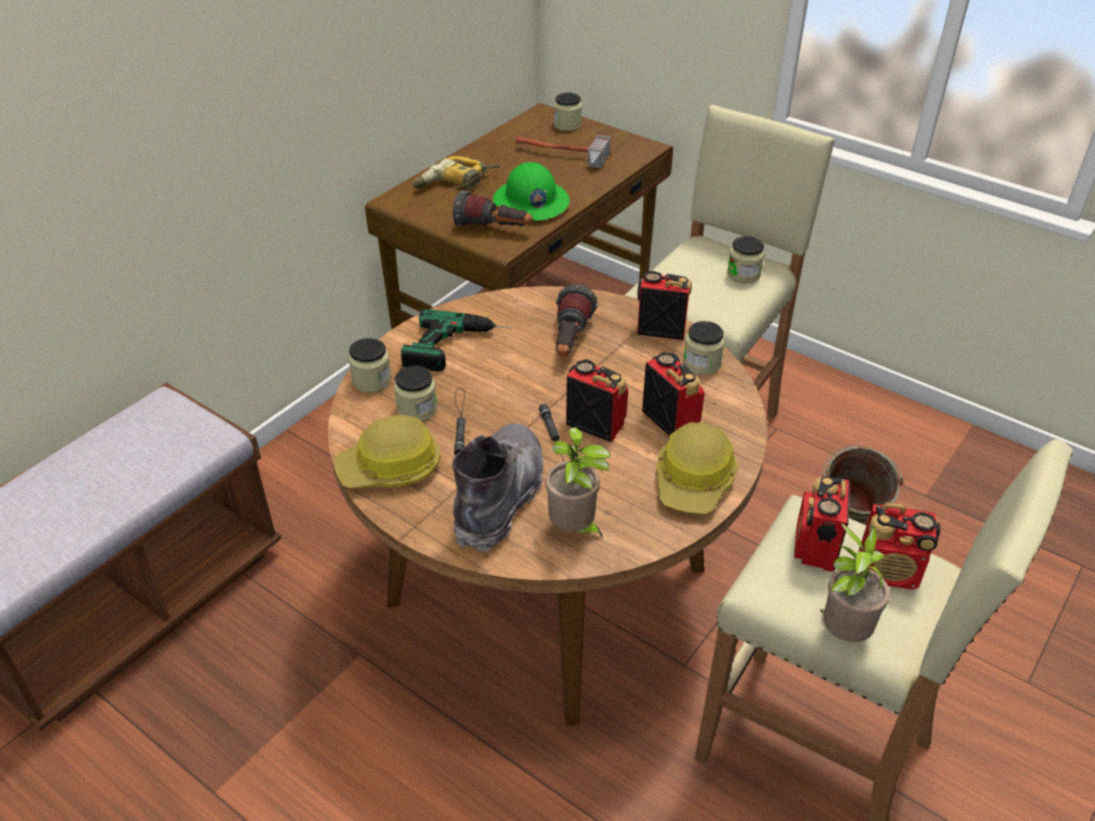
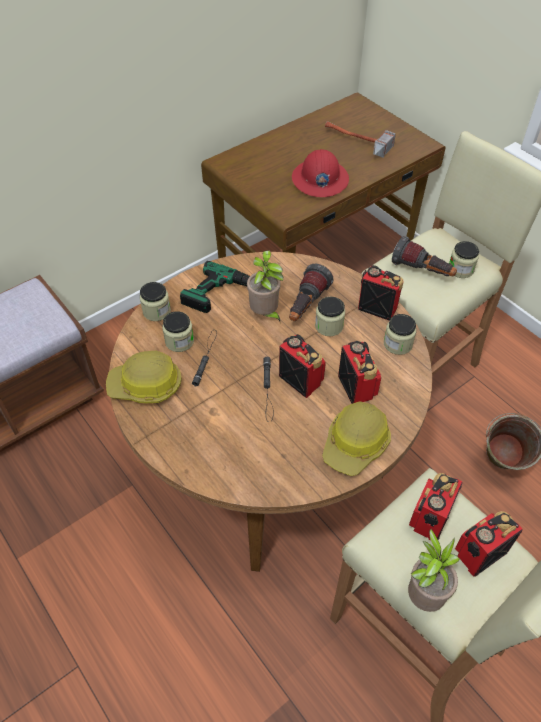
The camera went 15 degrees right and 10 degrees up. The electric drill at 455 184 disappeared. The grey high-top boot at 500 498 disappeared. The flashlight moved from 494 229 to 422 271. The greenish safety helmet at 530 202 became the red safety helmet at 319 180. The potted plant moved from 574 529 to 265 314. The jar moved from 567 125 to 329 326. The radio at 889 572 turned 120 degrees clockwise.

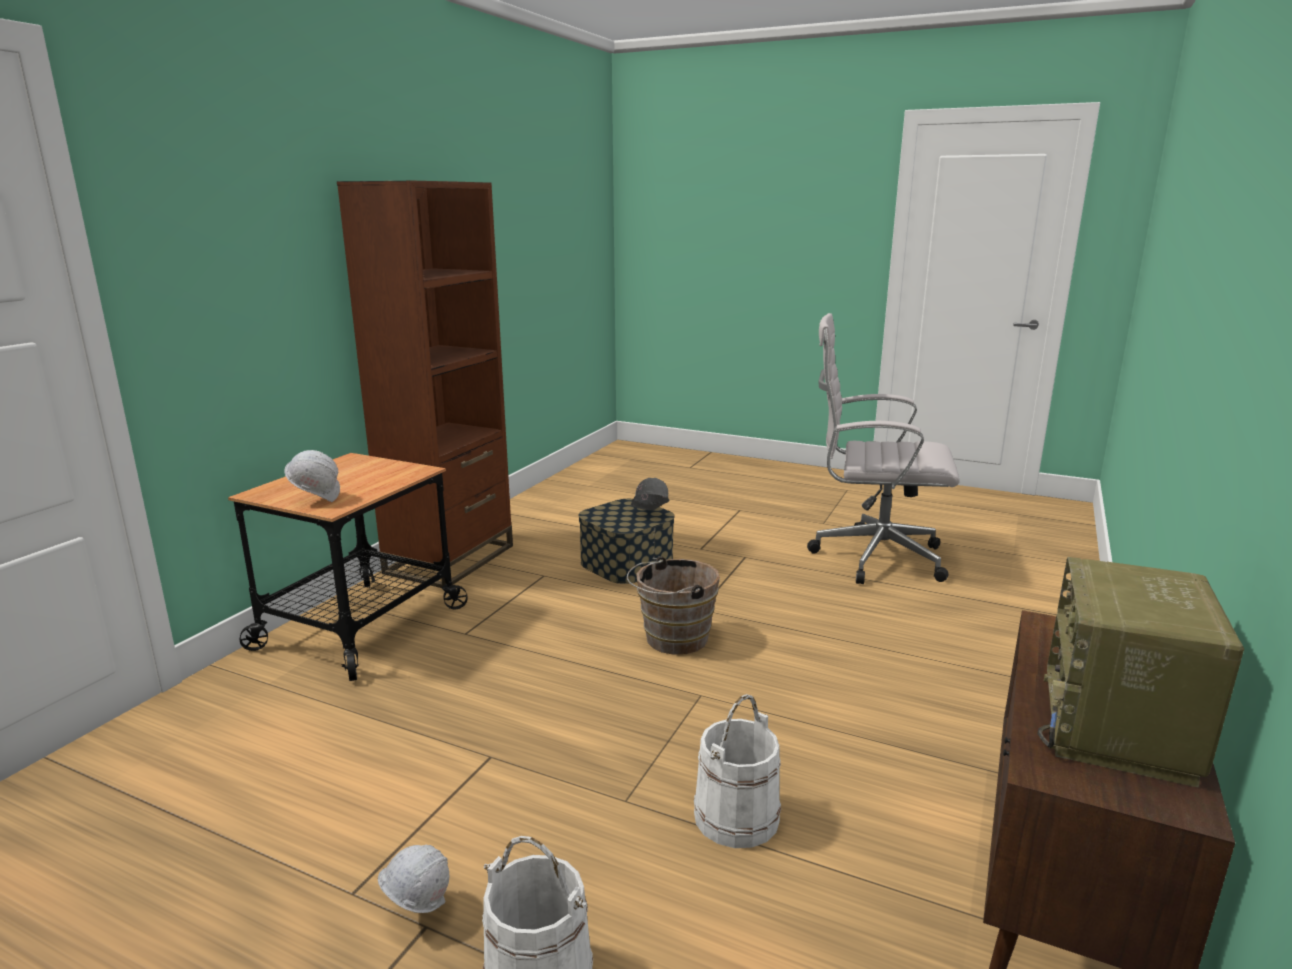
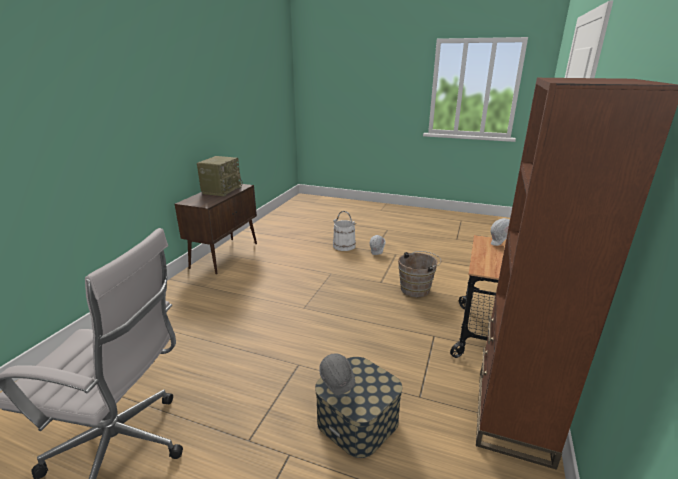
The camera went 175 degrees right and 5 degrees up. The brown water bucket moved from 671 639 to 417 289. The white-coloured water bucket at 736 816 disappeared.

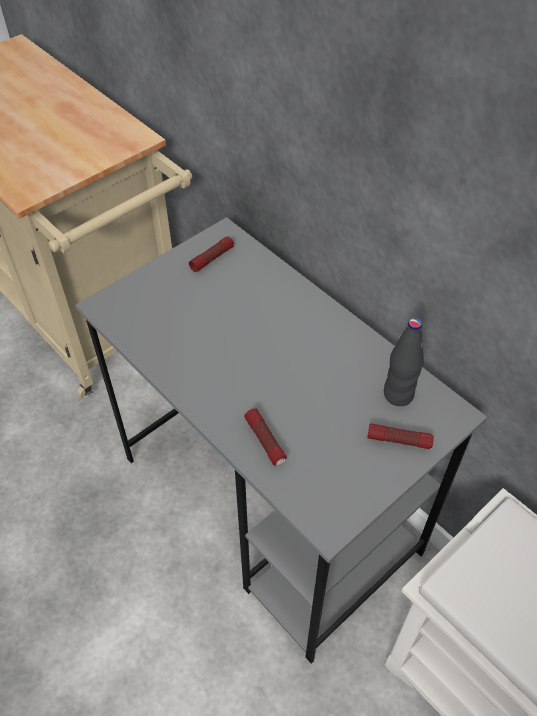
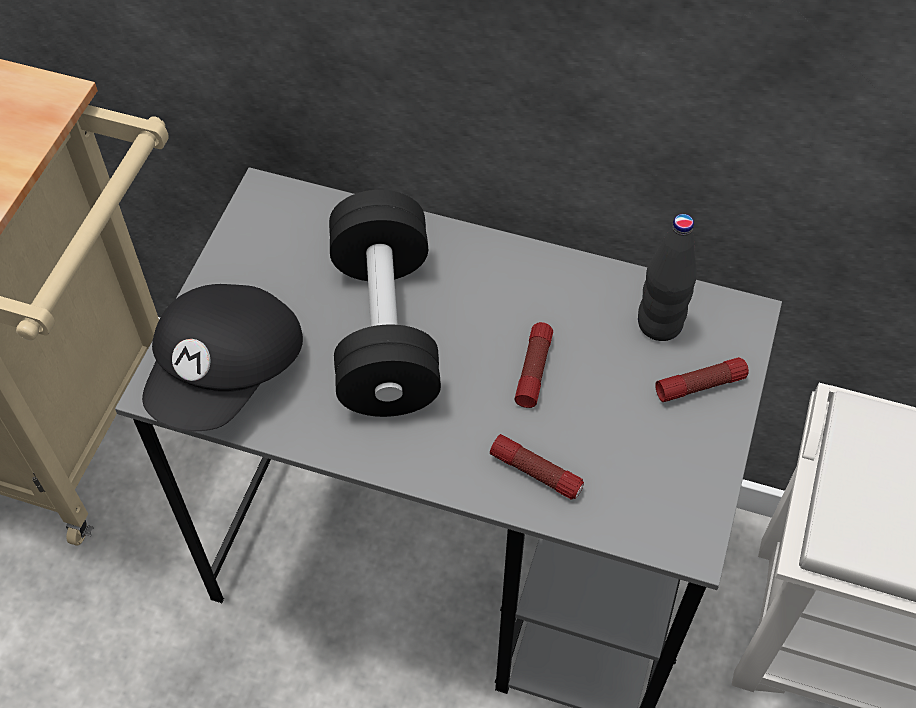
The camera went 30 degrees left and 5 degrees up. The flashlight moved from 212 258 to 533 370. The black baseball cap at 229 374 appeared. The black free weight at 385 330 appeared.

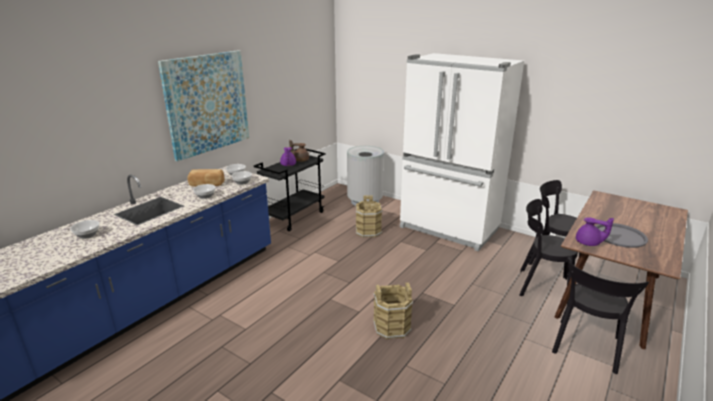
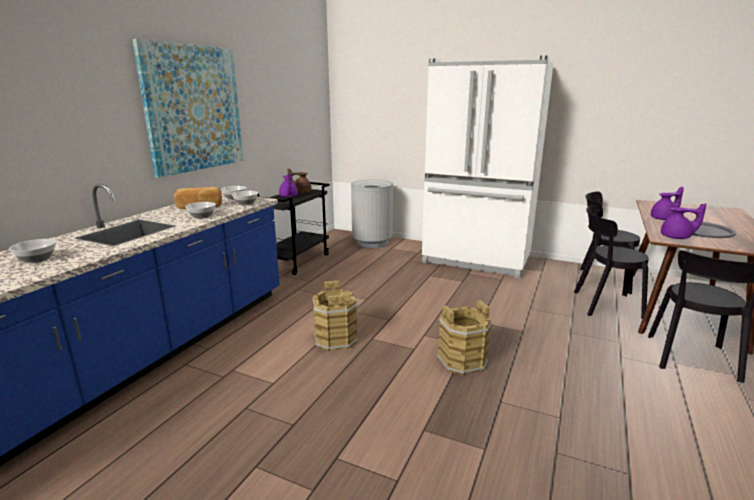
The camera went 10 degrees left and 5 degrees down. The brown water bucket moved from 368 231 to 336 339. The purplish teapot at 664 219 appeared.

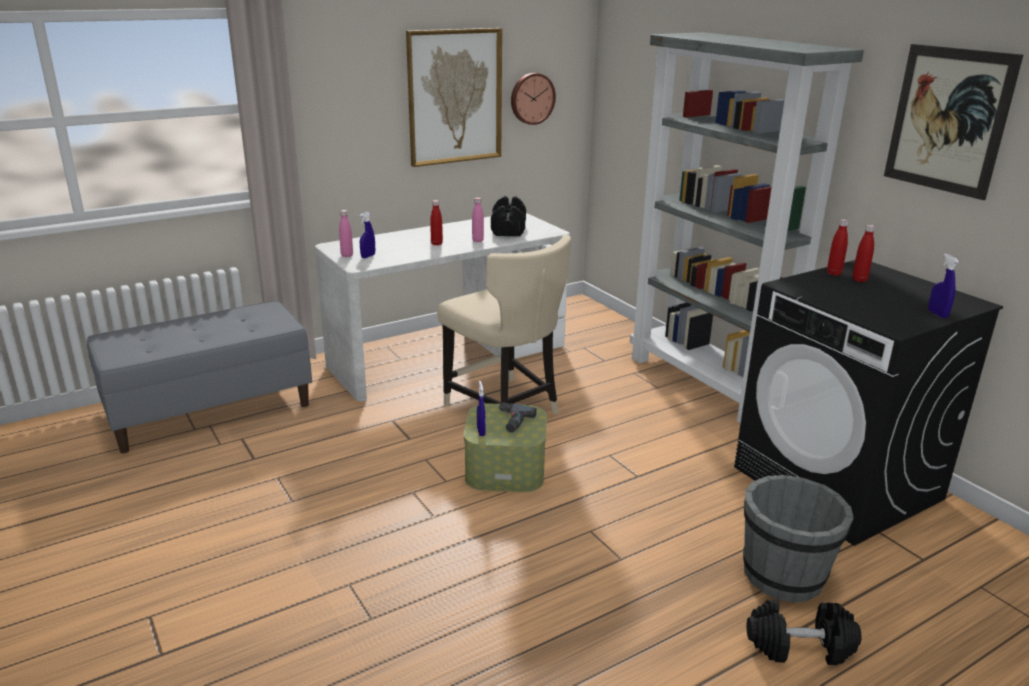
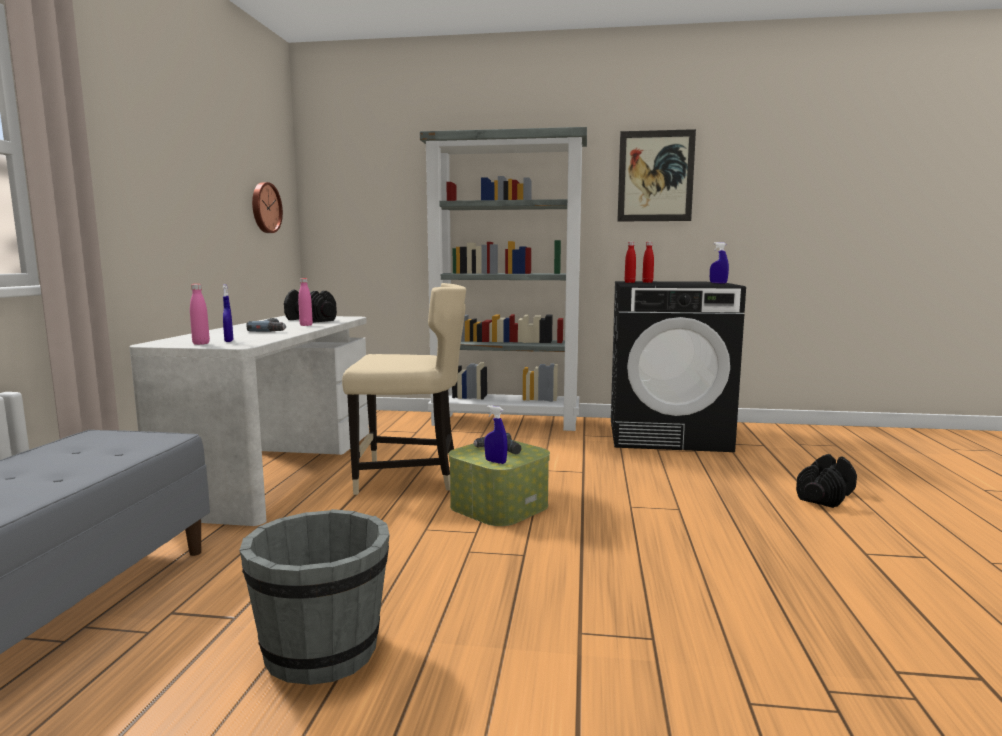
The camera went 50 degrees left and 15 degrees down. The wall art at 454 97 disappeared. The red bottle at 436 244 was replaced by the electric drill at 273 330. The grey water bucket moved from 784 575 to 323 650.

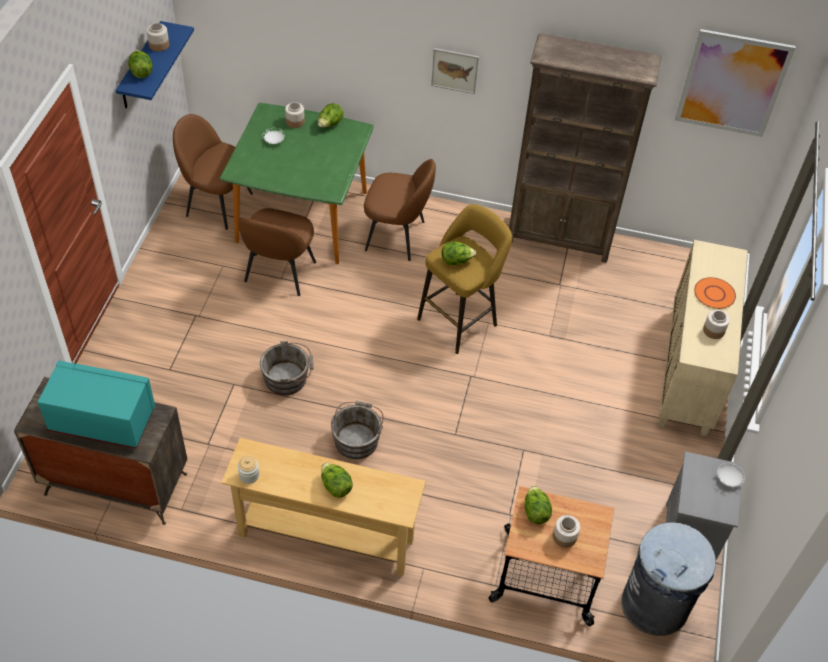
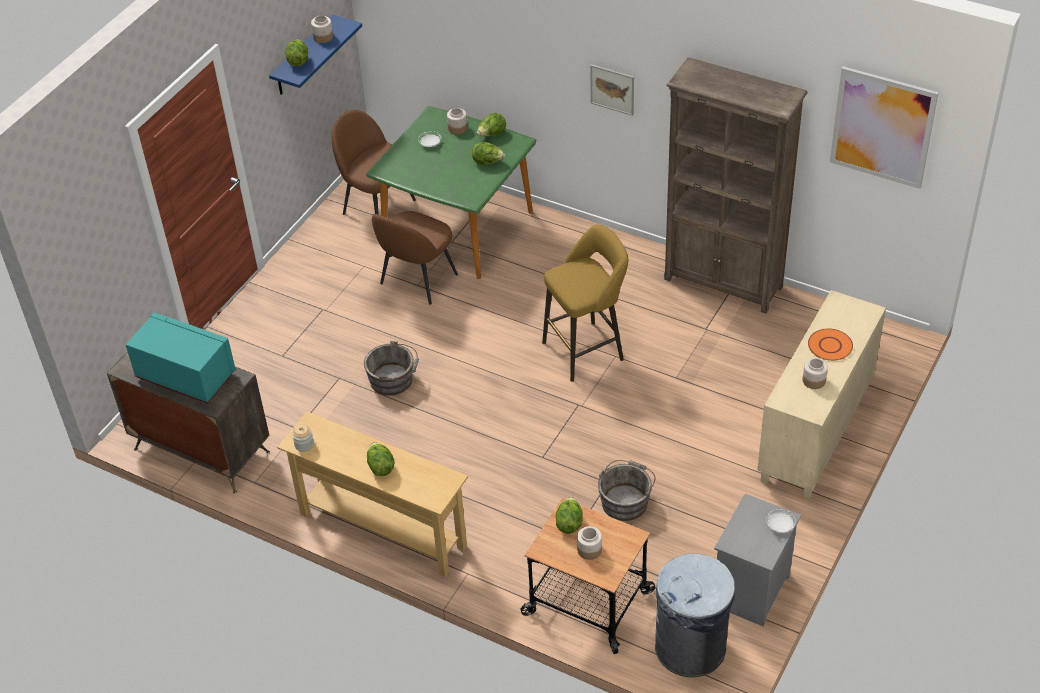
The camera went 20 degrees right and 5 degrees down. The grey water bucket moved from 357 438 to 625 500. The brown upright chair at 397 236 disappeared. The head of lettuce moved from 456 261 to 487 162.

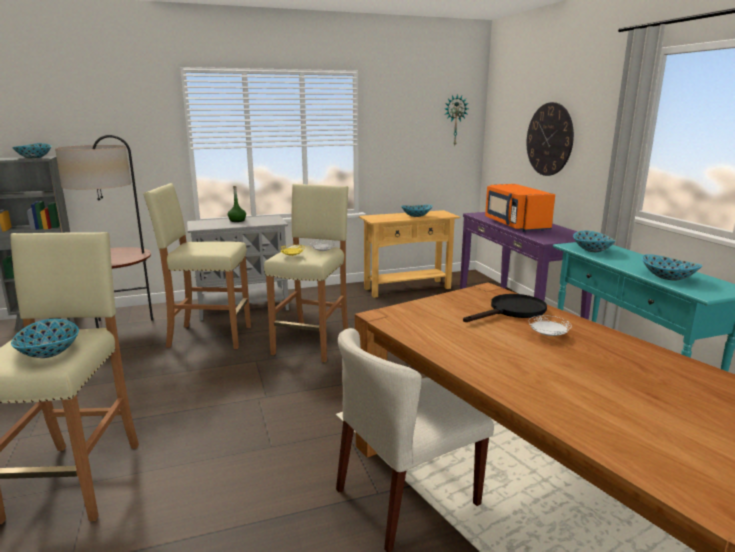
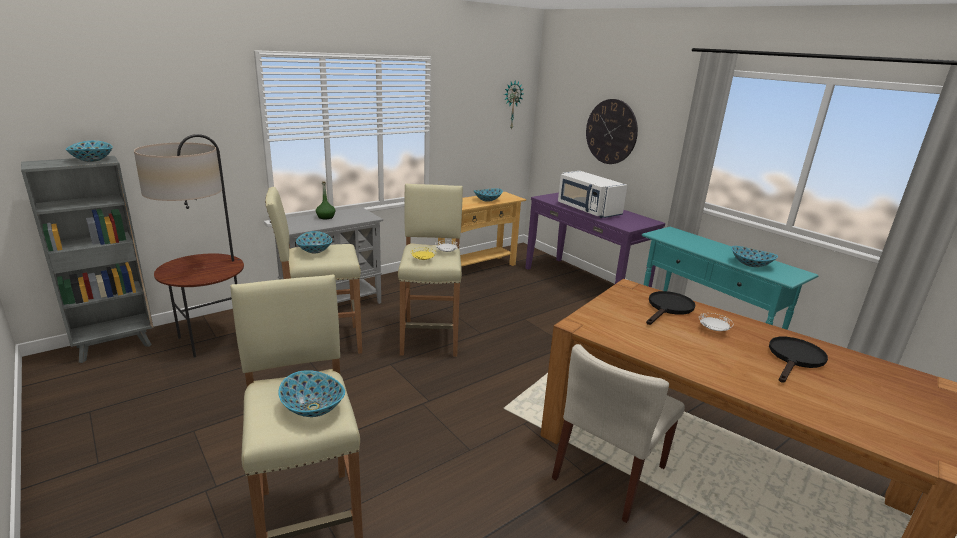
The camera went 20 degrees left and 5 degrees up. The orange-coloured kitchen microwave at 515 225 became the white-coloured kitchen microwave at 587 210. The bowl moved from 592 250 to 315 250. The black frying pan at 794 359 appeared.

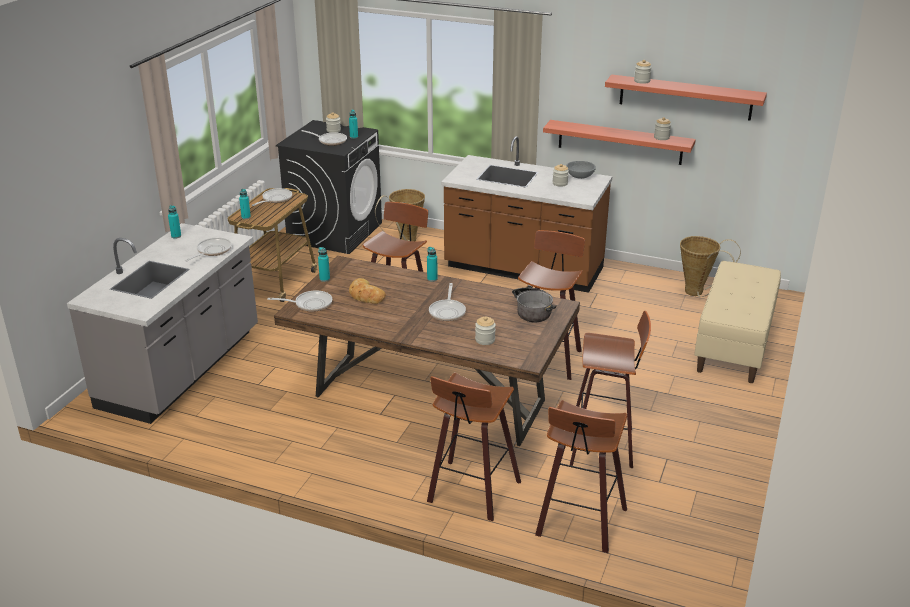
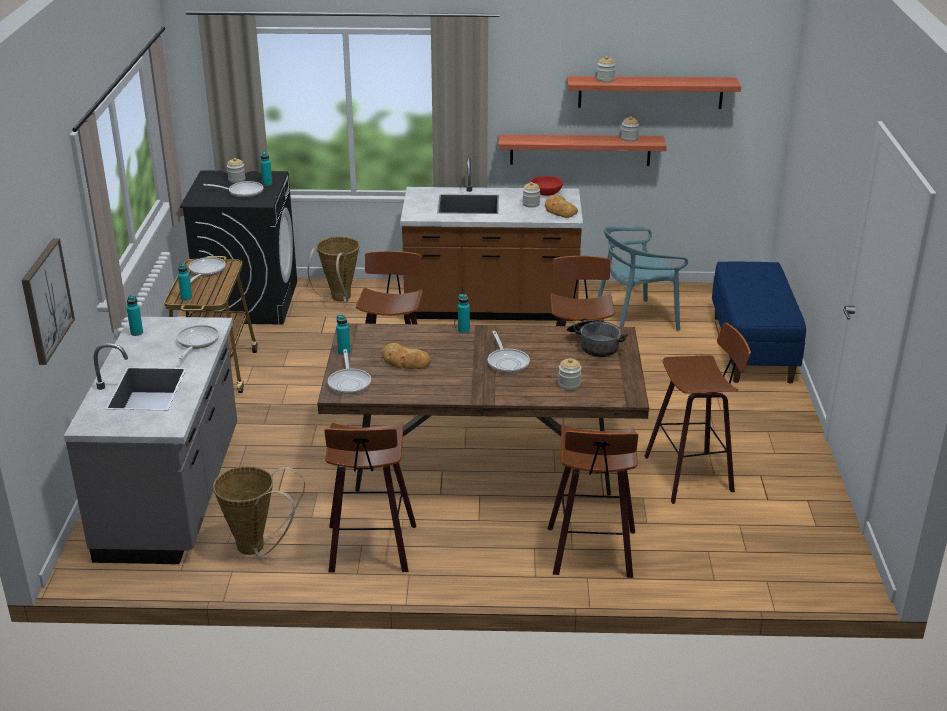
The camera went 20 degrees left and 0 degrees up. The frying pan at 310 304 turned 105 degrees clockwise. The sitting stool moved from 579 523 to 371 550. The grey bowl at 580 176 became the red bowl at 546 193. The storage basket moved from 698 293 to 257 548. The beige-coloured bench at 734 345 became the blue-coloured bench at 752 349. The wall art at 46 300 appeared. The bakery bread at 559 210 appeared. The blue-green upright chair at 635 320 appeared.

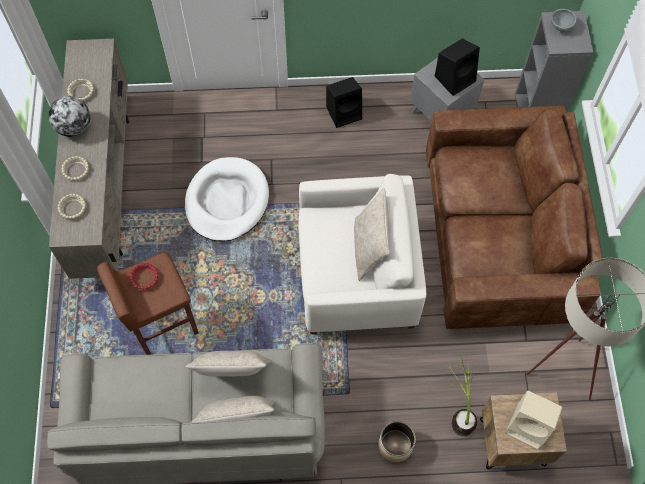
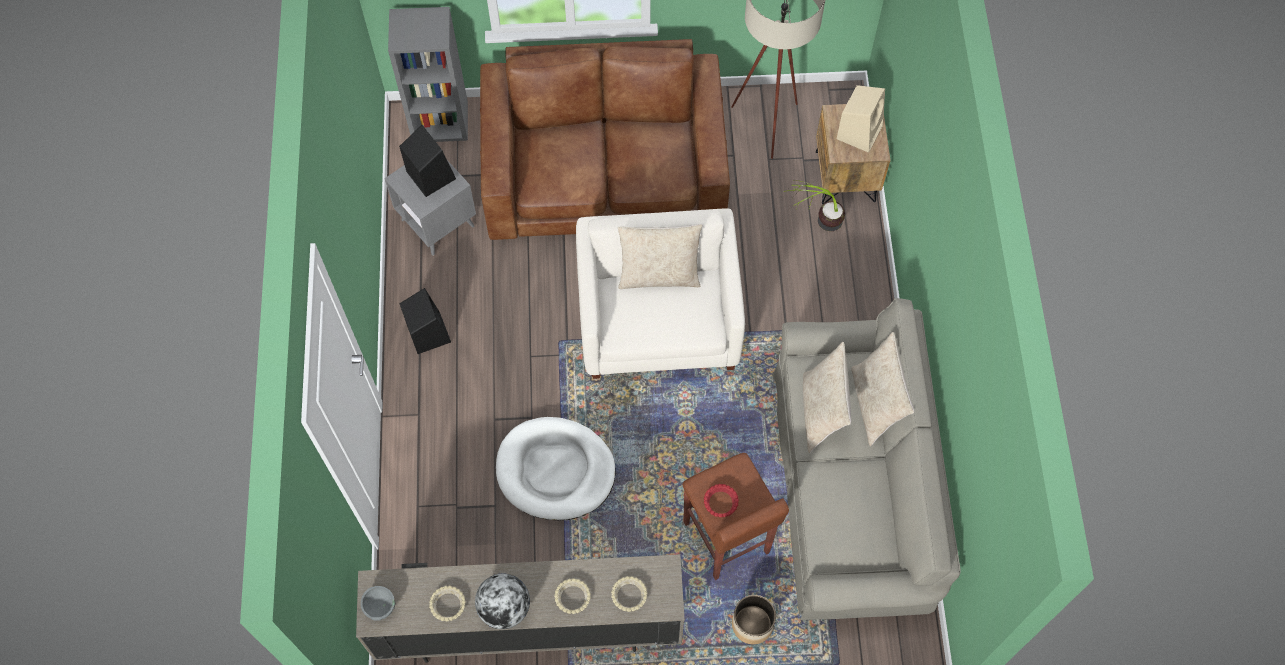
The camera went 90 degrees left and 0 degrees up. The flower pot moved from 395 445 to 752 624. The grey bowl moved from 560 26 to 380 607.

